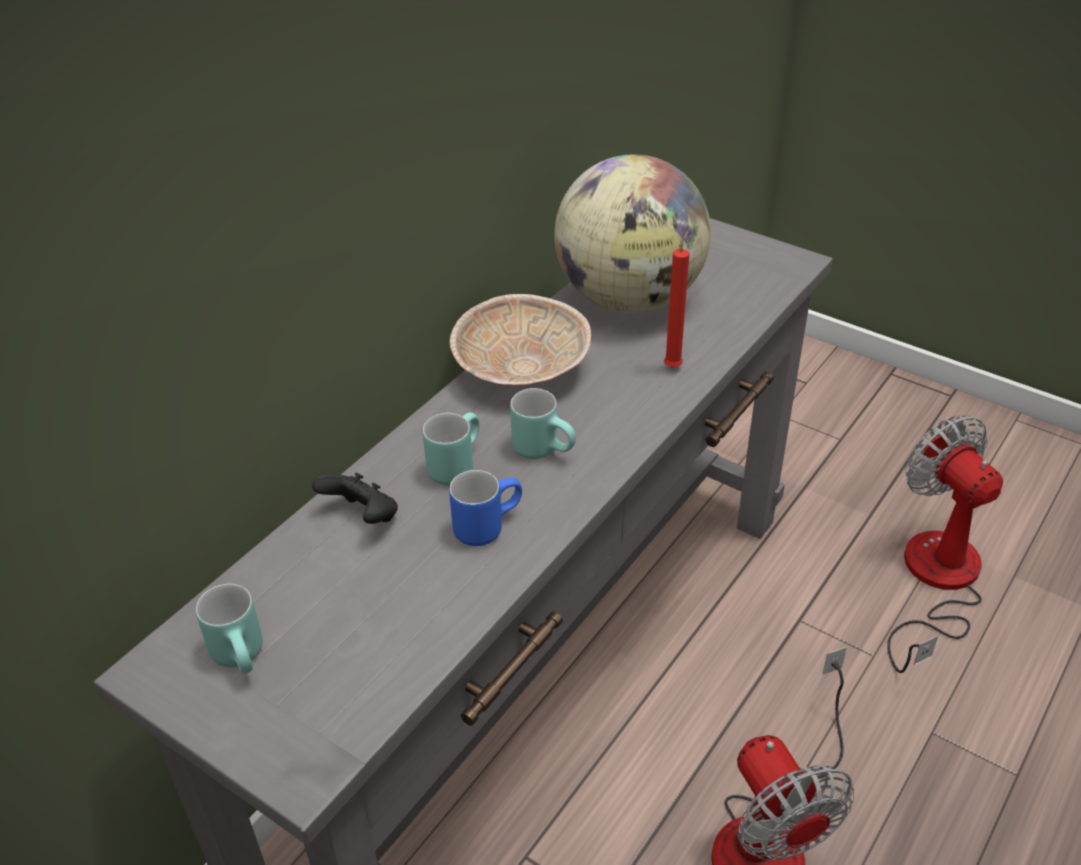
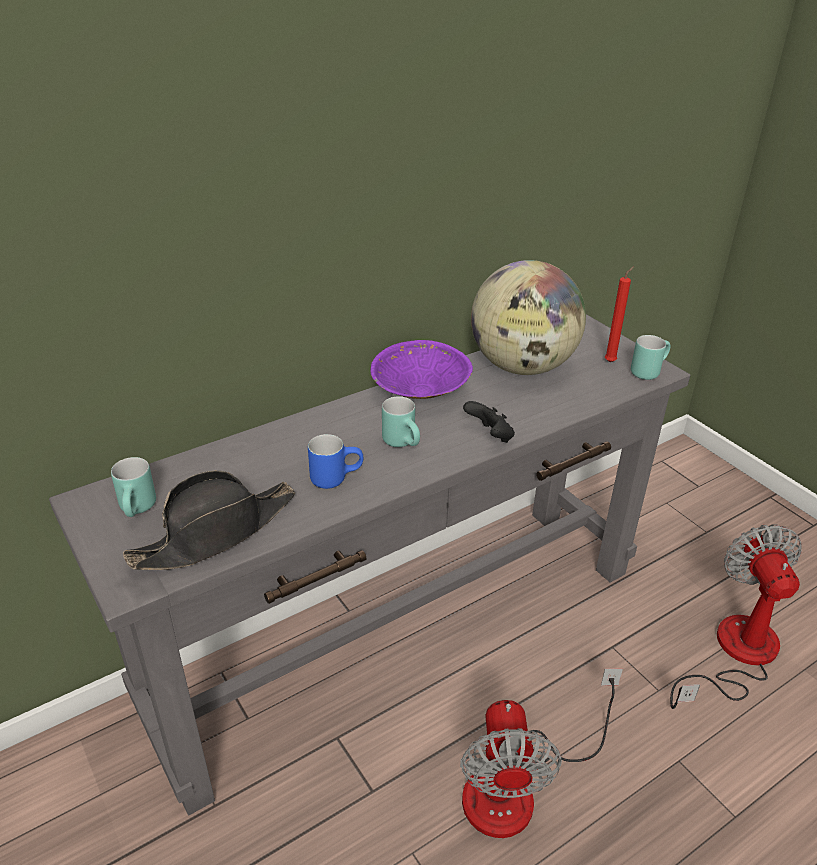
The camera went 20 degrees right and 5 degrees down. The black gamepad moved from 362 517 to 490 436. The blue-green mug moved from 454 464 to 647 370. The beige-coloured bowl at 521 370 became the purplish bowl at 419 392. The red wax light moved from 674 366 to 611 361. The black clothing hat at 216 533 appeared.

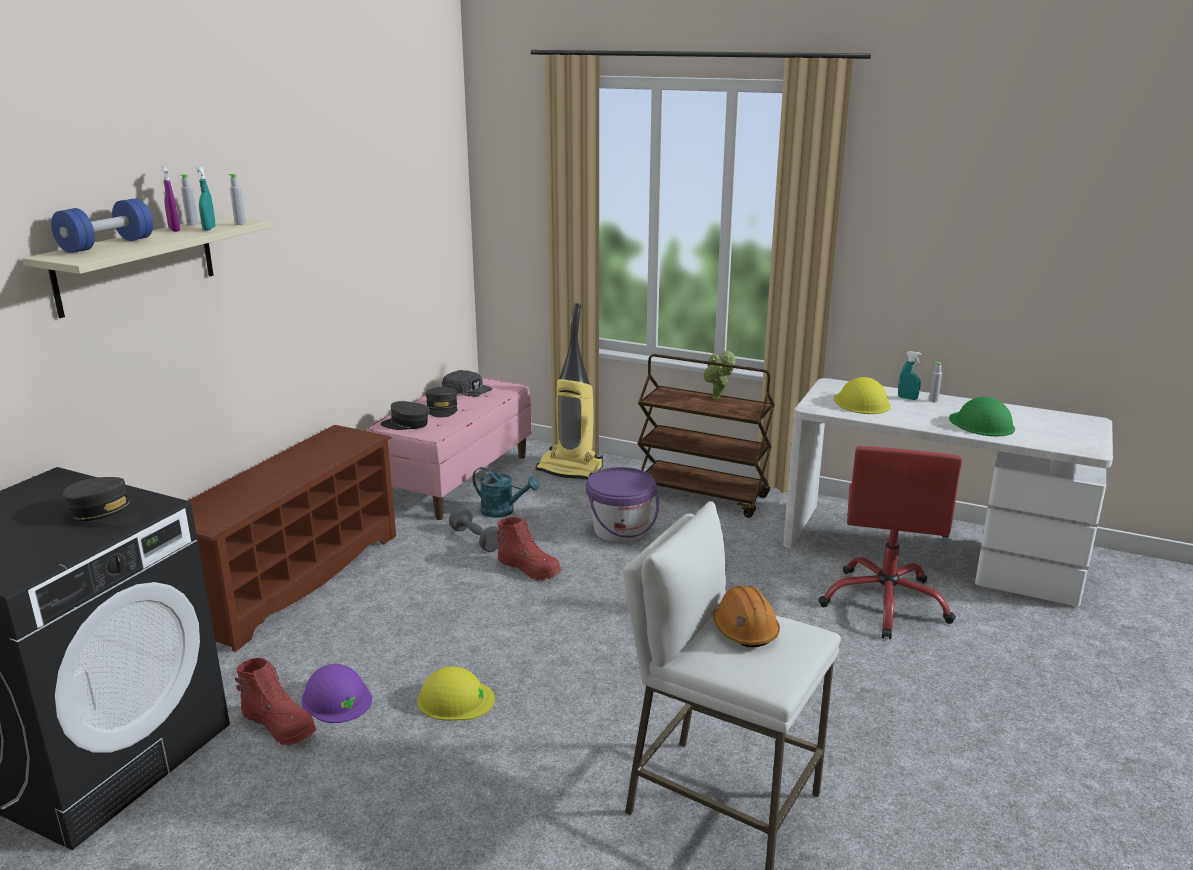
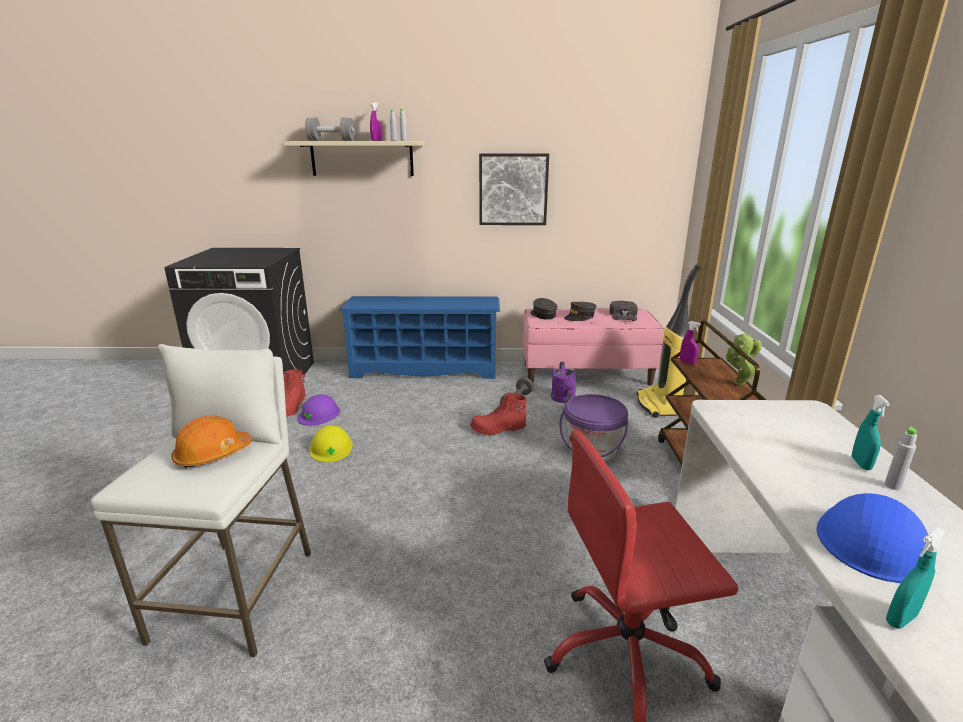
The camera went 65 degrees right and 0 degrees up. The blue-coloured free weight at 107 245 became the grey free weight at 331 140. The grey baseball cap at 105 514 disappeared. The brown shoe rack at 295 579 became the blue-coloured shoe rack at 425 369. The blue-green sprayer moved from 209 229 to 900 619. The blue-green sprinkling can at 503 511 became the purplish sprinkling can at 564 400. The red high-top boot at 529 569 turned 75 degrees clockwise. The yellow safety helmet at 861 403 disappeared. The greenish safety helmet at 981 424 became the blue-coloured safety helmet at 872 541. The wall art at 513 189 appeared. The purplish sprayer at 687 362 appeared.

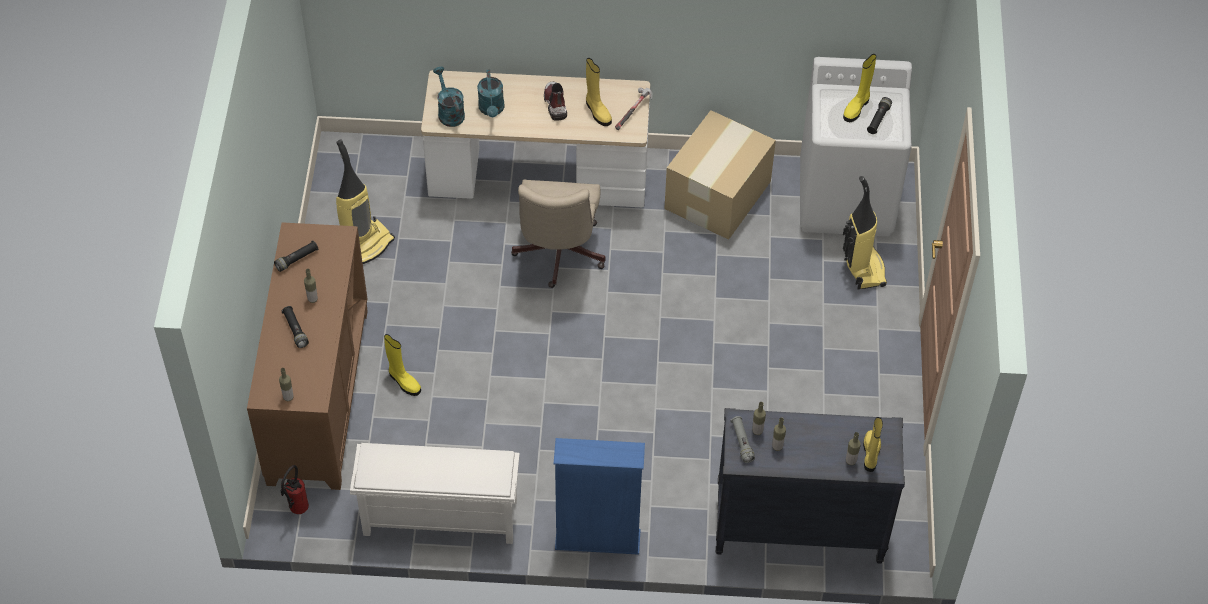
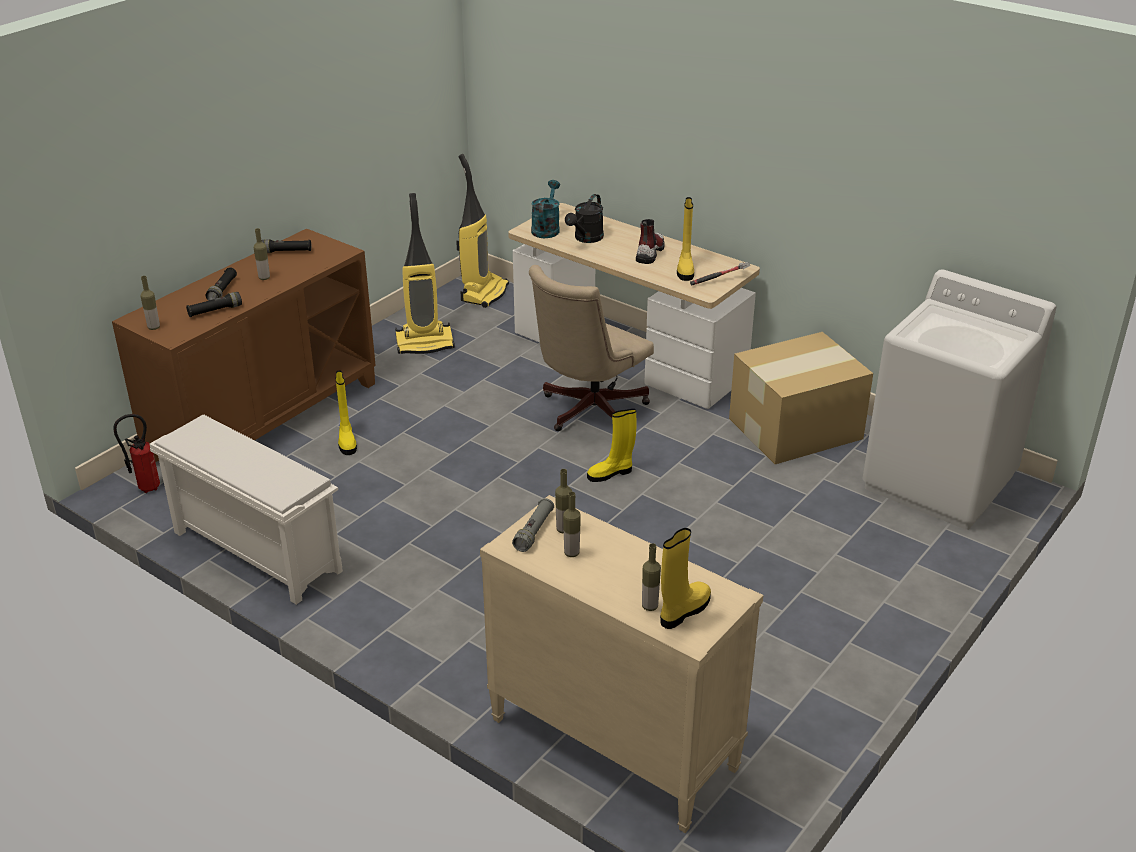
The camera went 35 degrees right and 20 degrees down. The blue-green sprinkling can at 492 110 became the black sprinkling can at 586 239. The blue-coloured bookshelf at 597 540 disappeared. The black drawer chest at 798 529 became the beige-coloured drawer chest at 612 744. The yellow high-top boot moved from 857 107 to 611 473. The vacuum moved from 862 267 to 484 293. The black flashlight moved from 878 119 to 215 311.

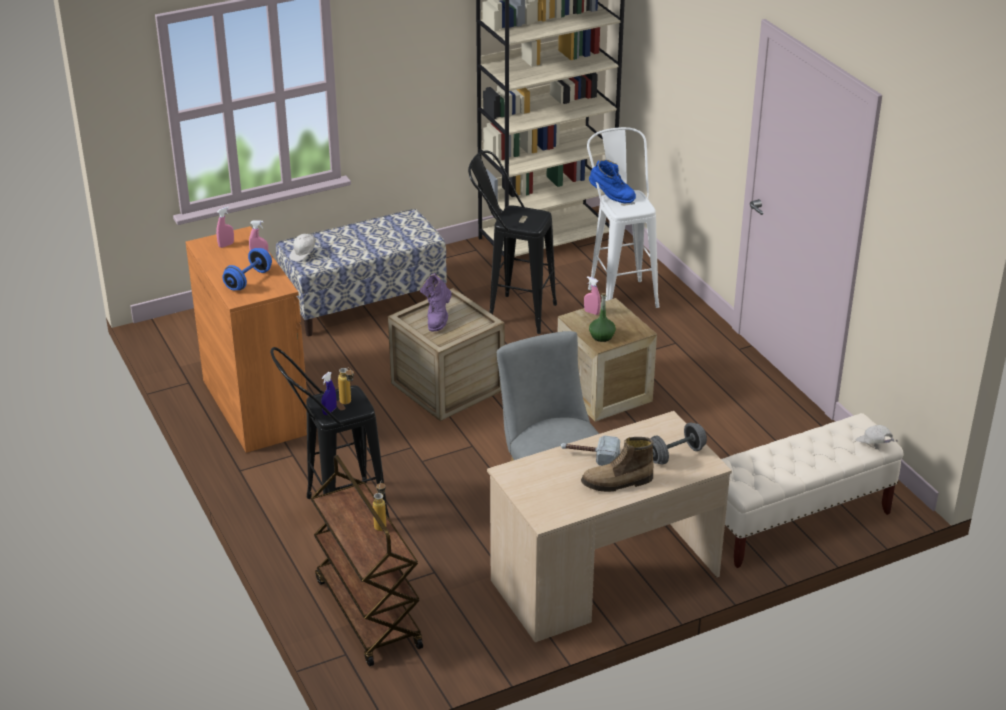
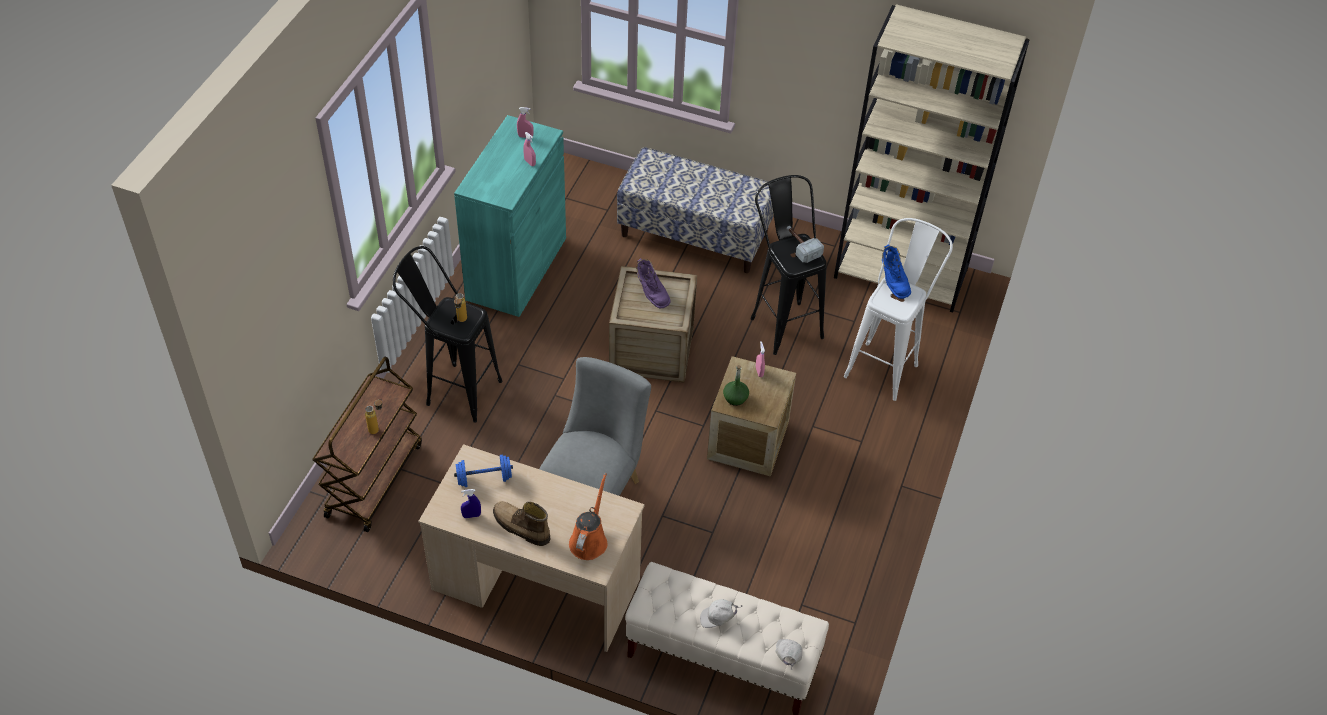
The camera went 45 degrees right and 15 degrees up. The orange-coloured storage cabinet at 255 407 became the blue-green storage cabinet at 516 268. The blue-coloured free weight moved from 248 280 to 484 478. The white-coloured baseball cap moved from 304 254 to 718 619. The blue-coloured sprayer moved from 329 411 to 471 515. The purplish high-top boot at 438 318 turned 90 degrees counterclockwise. The hand hammer moved from 590 456 to 800 246. The grey free weight at 675 455 was replaced by the orange-coloured sprinkling can at 589 540.

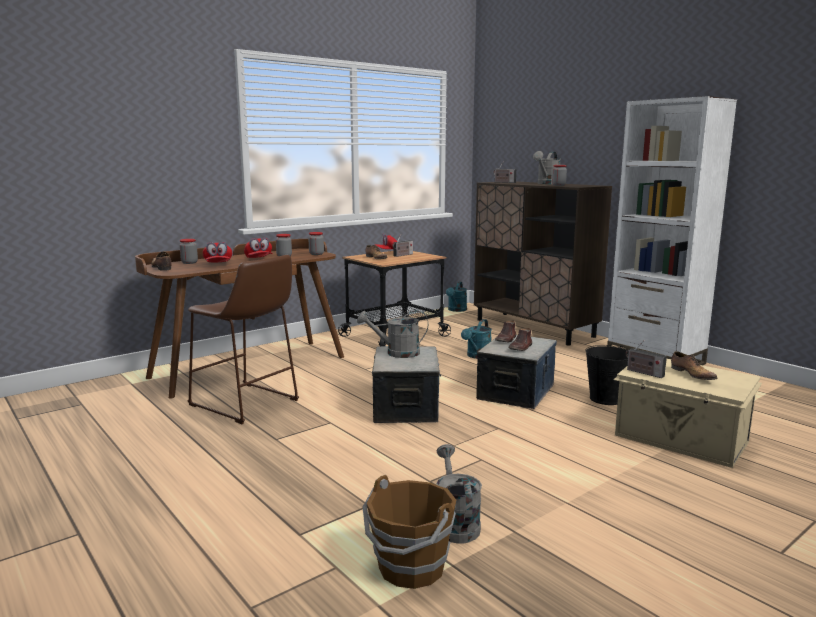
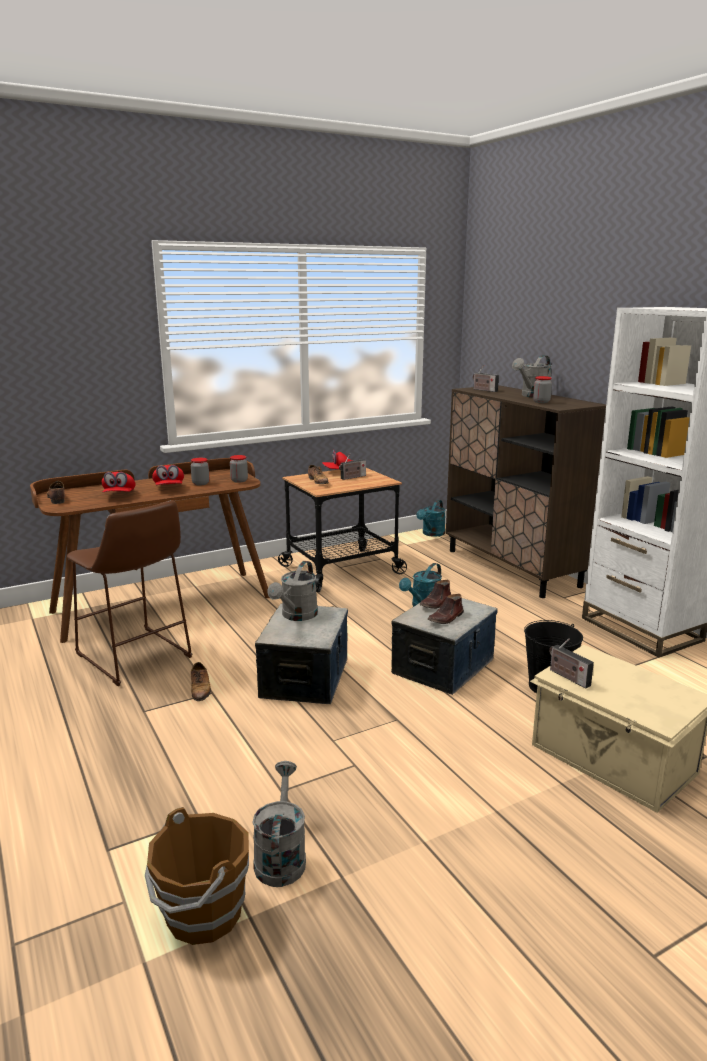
The camera went 10 degrees right and 5 degrees up. The jar at 189 262 disappeared. The grey sprinkling can at 396 353 turned 75 degrees counterclockwise. The item of footwear moved from 692 374 to 200 689.

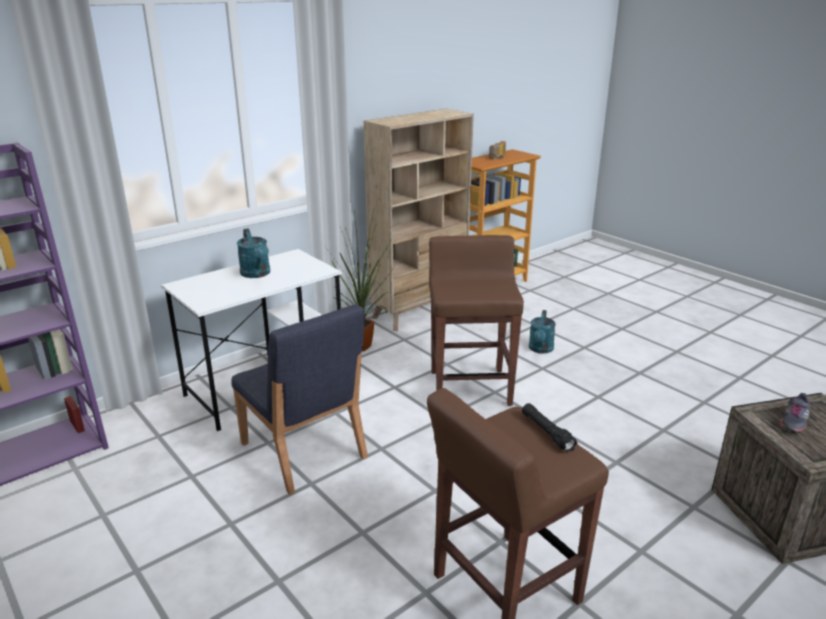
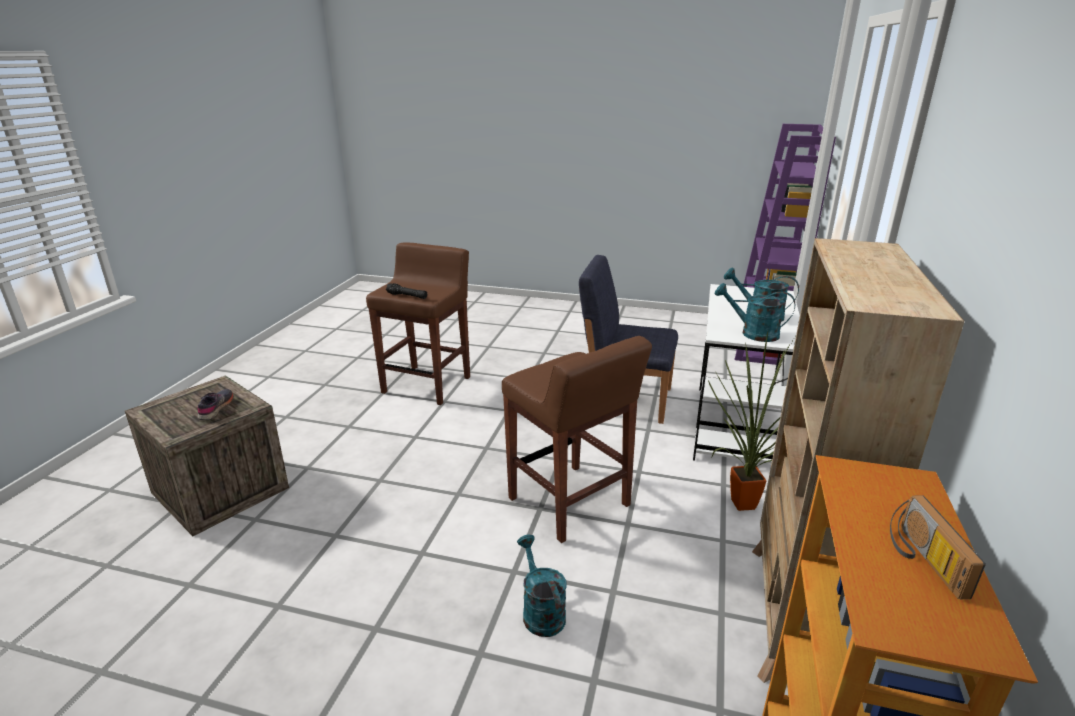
The camera went 145 degrees right and 0 degrees up. The blue-green sprinkling can at 752 333 appeared.

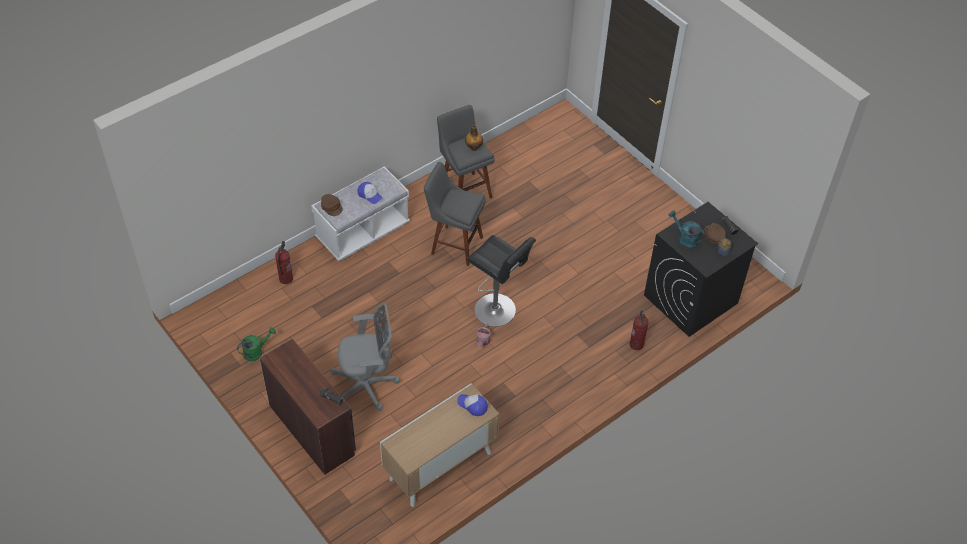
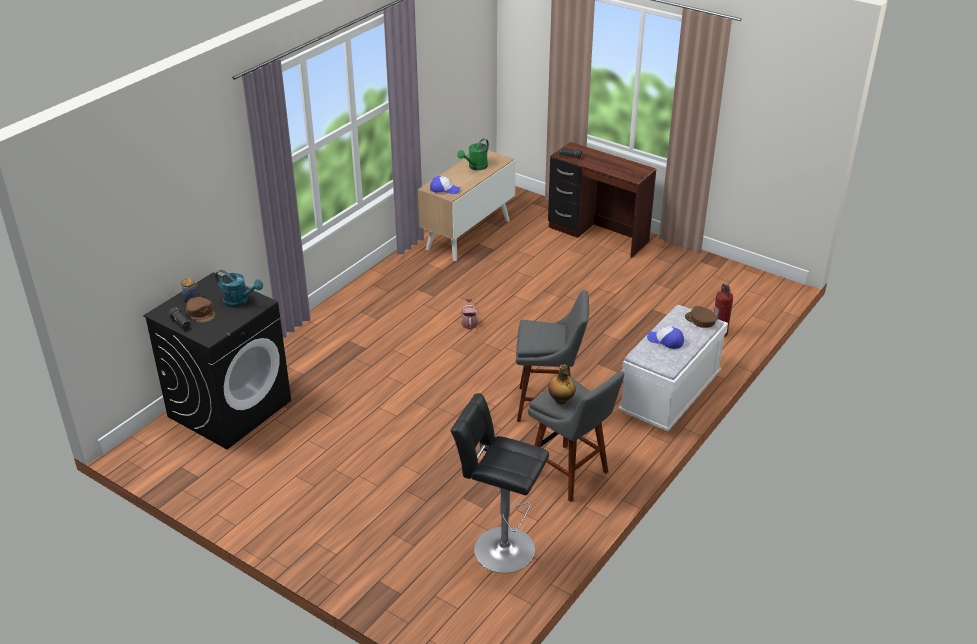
The camera went 165 degrees right and 15 degrees down. The greenish sprinkling can moved from 256 351 to 475 167. The grey computer chair at 367 385 disappeared. The black sitting stool moved from 497 311 to 499 548. The fire-fighting cylinder at 636 344 disappeared.

